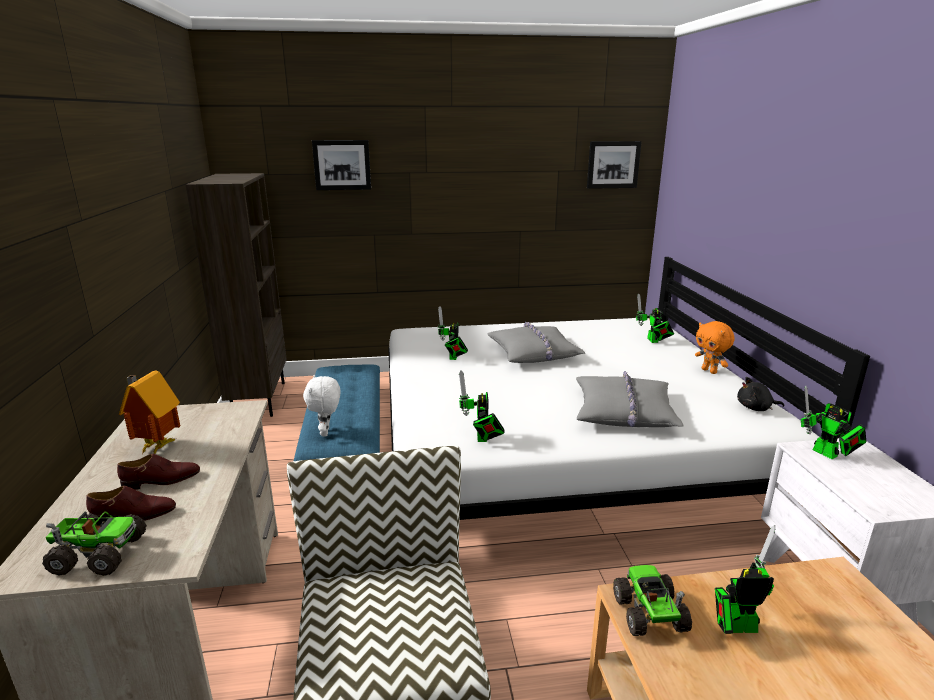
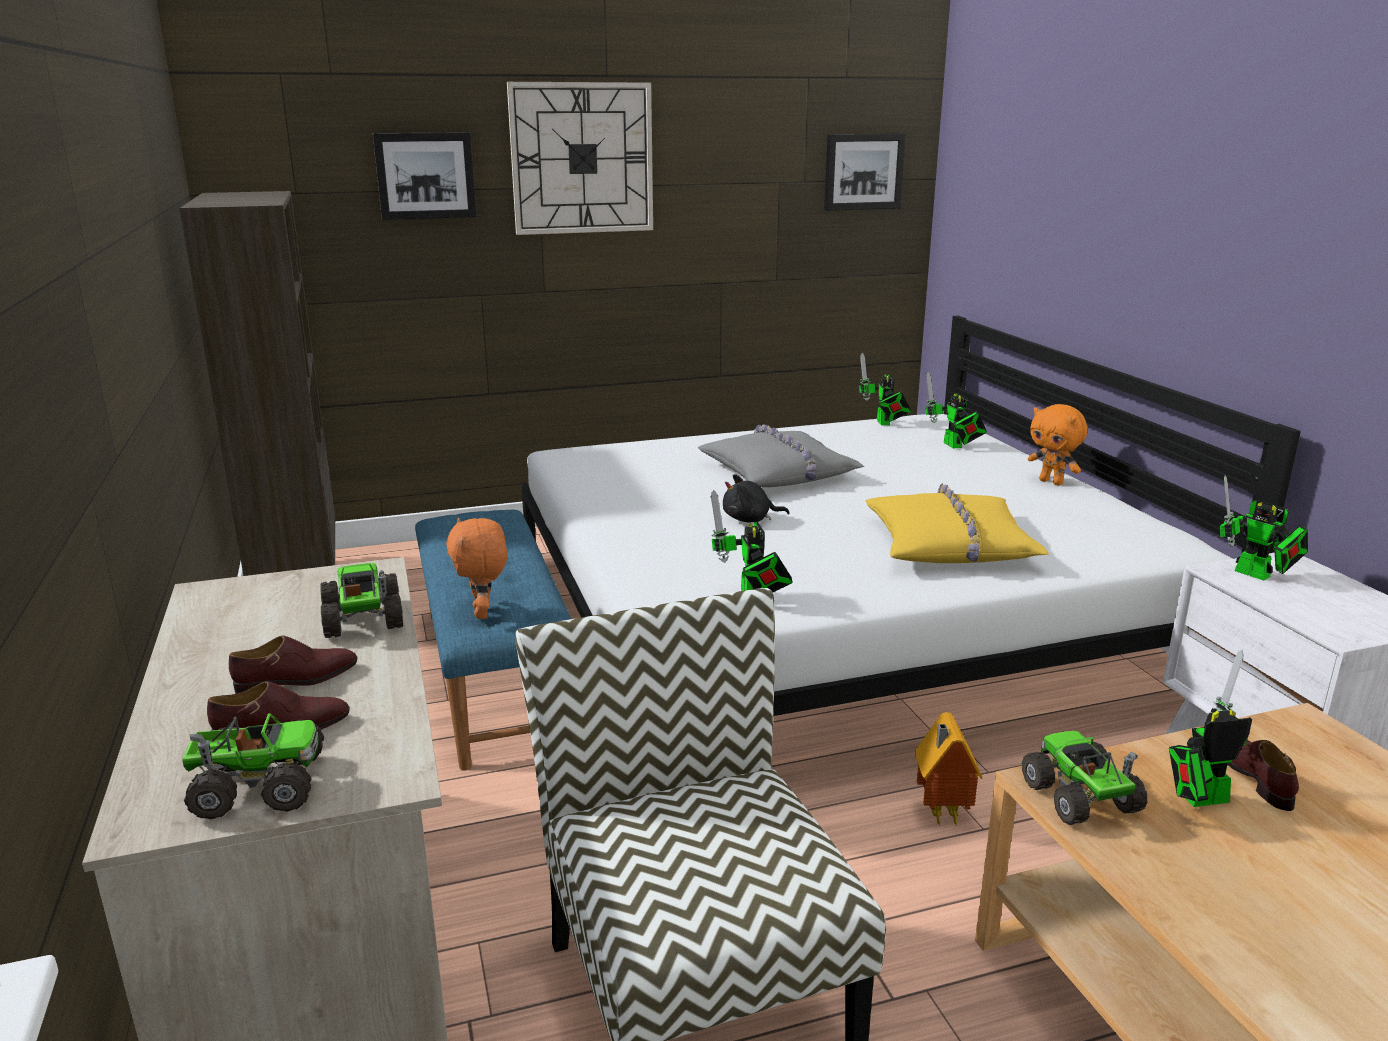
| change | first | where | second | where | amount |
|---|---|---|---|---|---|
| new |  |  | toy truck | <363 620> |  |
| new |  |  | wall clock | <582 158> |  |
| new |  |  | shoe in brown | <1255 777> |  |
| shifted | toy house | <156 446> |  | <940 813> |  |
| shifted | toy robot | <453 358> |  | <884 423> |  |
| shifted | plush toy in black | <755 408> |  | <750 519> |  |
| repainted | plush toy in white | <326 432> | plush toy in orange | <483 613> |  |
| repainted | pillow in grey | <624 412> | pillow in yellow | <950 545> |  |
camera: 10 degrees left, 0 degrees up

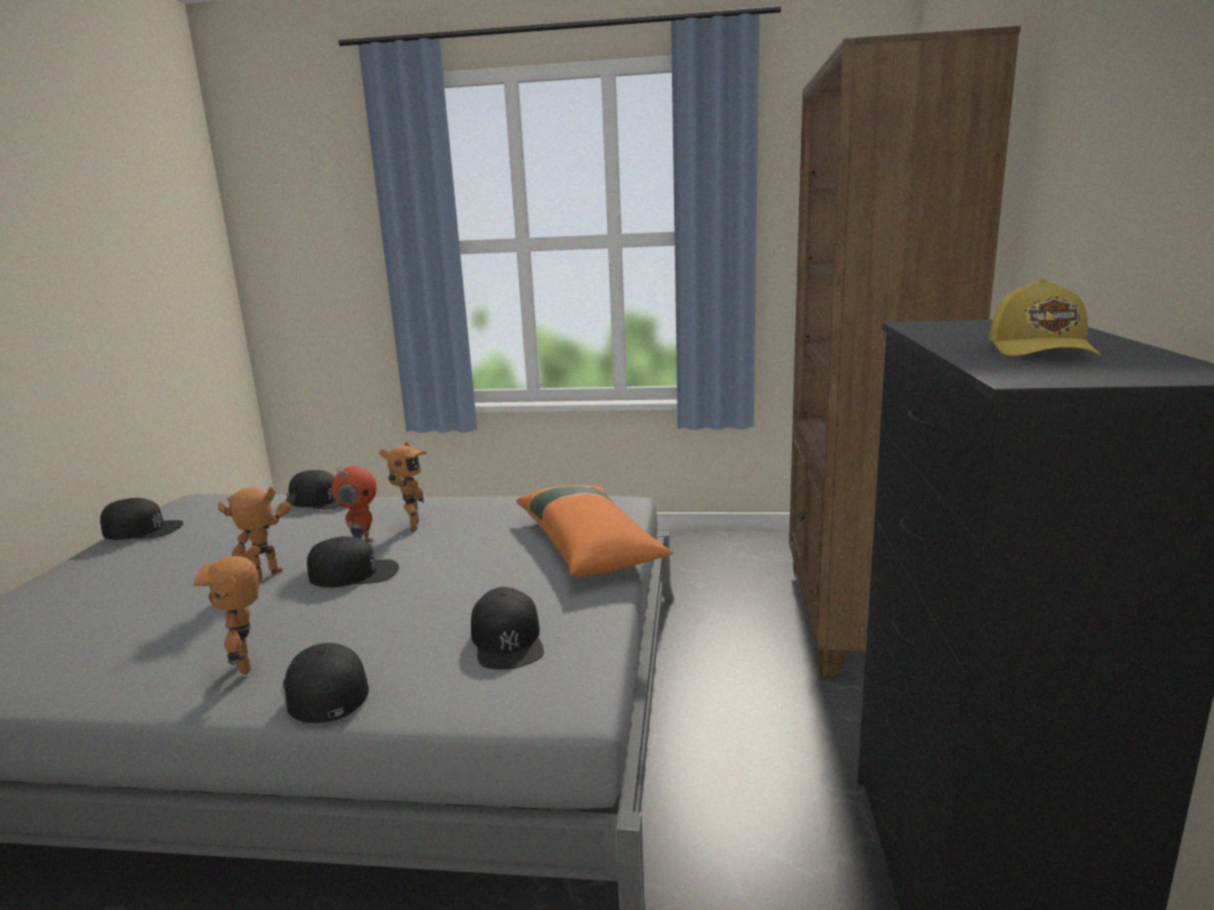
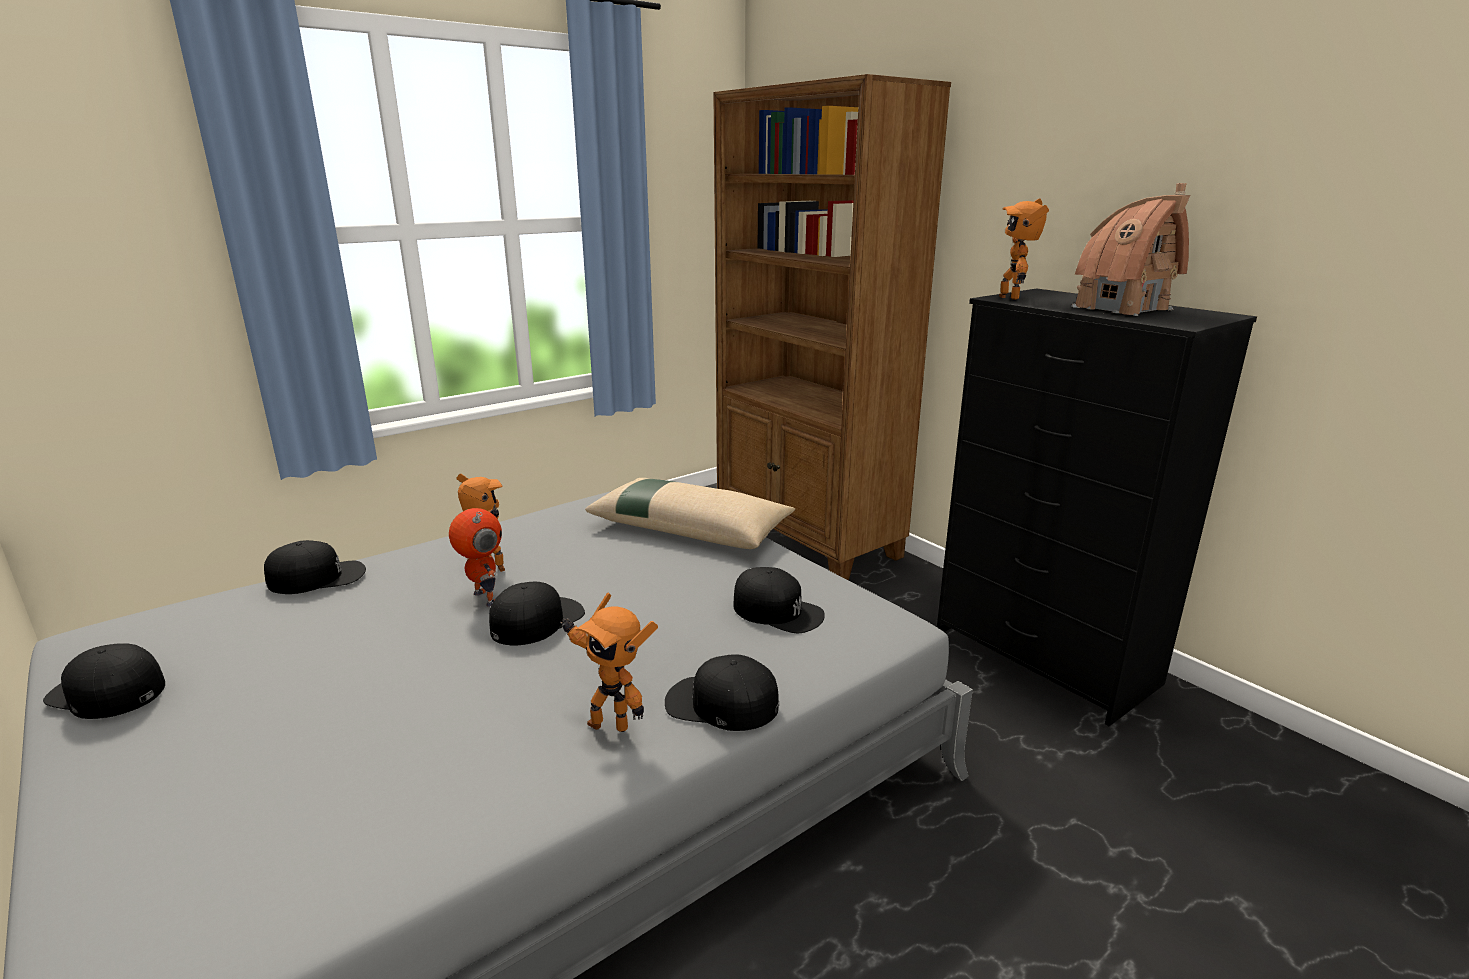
| change | first | where | second | where | amount |
|---|---|---|---|---|---|
| shifted | toy robot | <271 577> |  | <1012 298> |  |
| swapped | cap in yellow | <1043 349> | toy house | <1122 308> |  |
| repainted | pillow in orange | <588 544> | pillow in beige | <691 528> |  |
| rotated | cap in black | <143 529> |  | <106 691> | 120 degrees counterclockwise |
camera: 45 degrees left, 5 degrees up

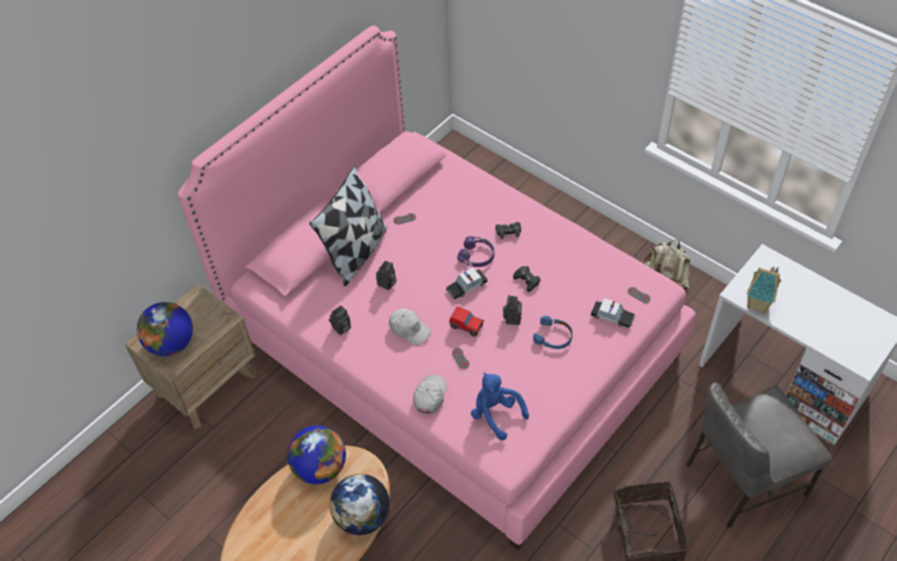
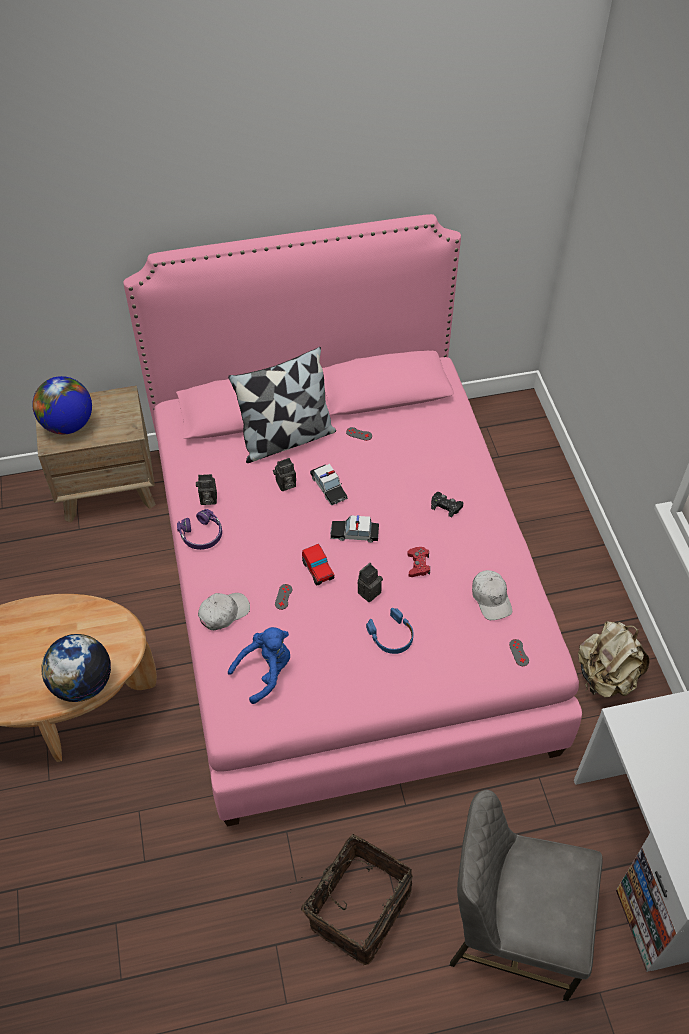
| change | first | where | second | where | amount |
|---|---|---|---|---|---|
| gone | globe | <320 468> |  |  |  |
| gone | toy house | <758 304> |  |  |  |
| shifted | cap in white | <409 329> |  | <491 598> |  |
| shifted | headphones in purple | <477 255> |  | <202 535> |  |
| shifted | toy car | <612 317> |  | <328 487> |  |
| repainted | game controller in black | <527 280> | game controller in red | <418 565> |  |
| rotated | plush toy in blue | <496 414> |  | <265 672> | 60 degrees clockwise |
camera: 35 degrees right, 0 degrees up

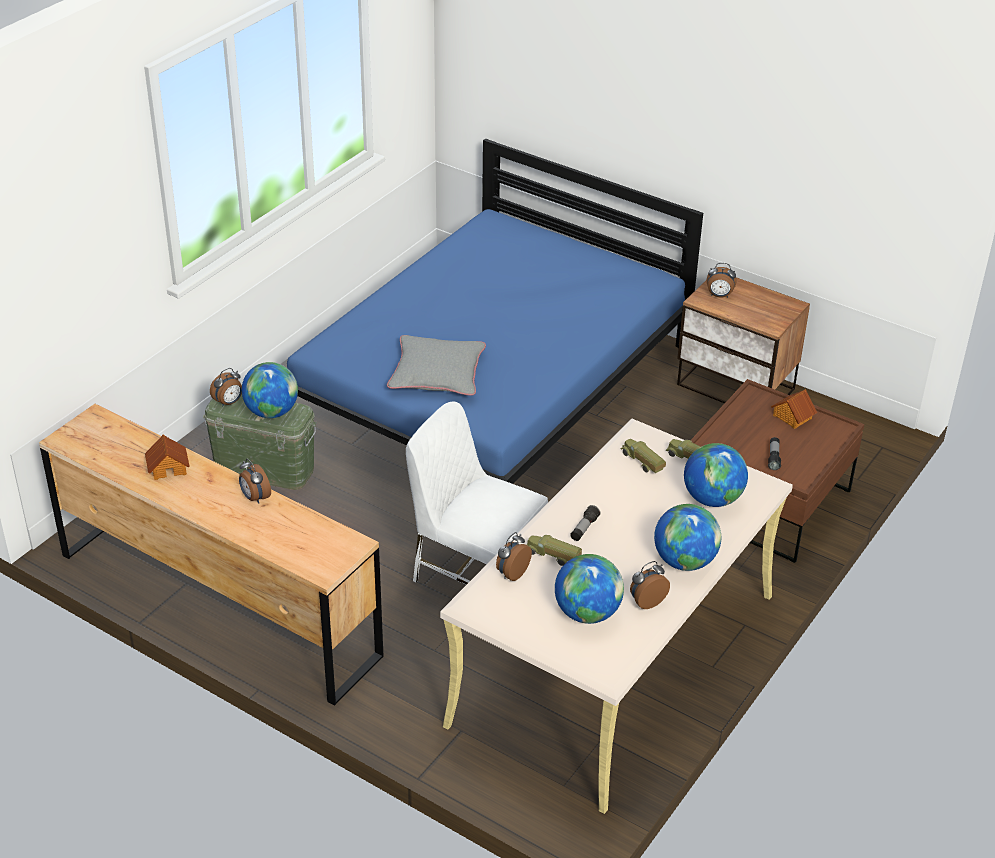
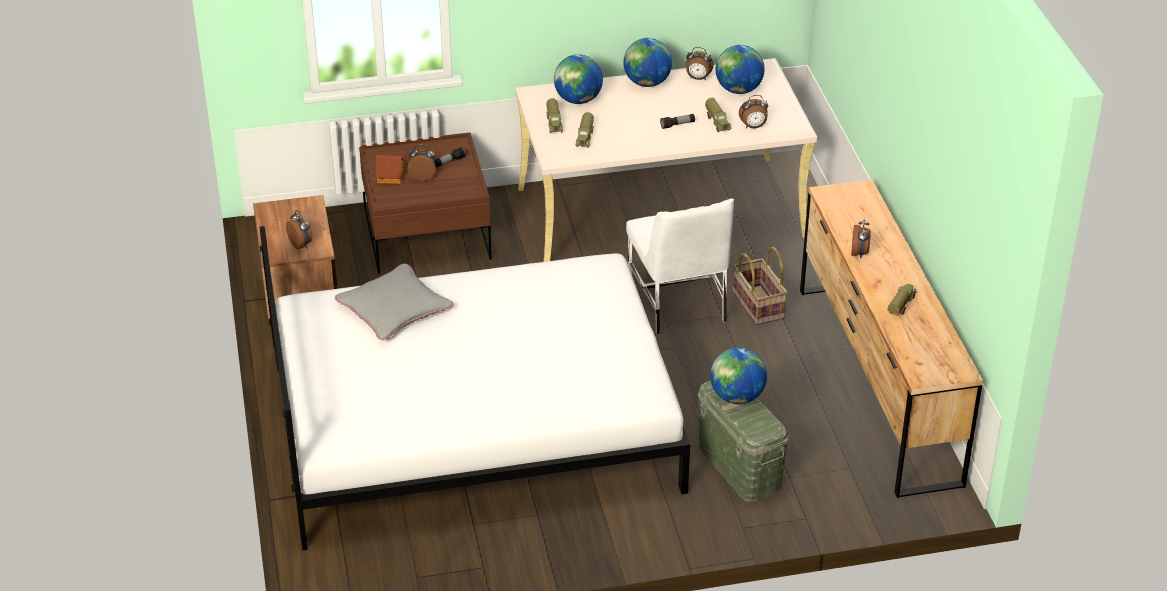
| change | first | where | second | where | amount |
|---|---|---|---|---|---|
| new |  |  | basket | <757 305> |  |
| shifted | alarm clock | <229 402> |  | <423 176> |  |
| shifted | pillow in grey | <437 373> |  | <394 309> |  |
| swapped | toy house | <168 467> | toy truck | <900 306> |  |
| repainted | bed in blue | <494 387> | bed in white | <472 424> |  |
camera: 135 degrees left, 0 degrees up

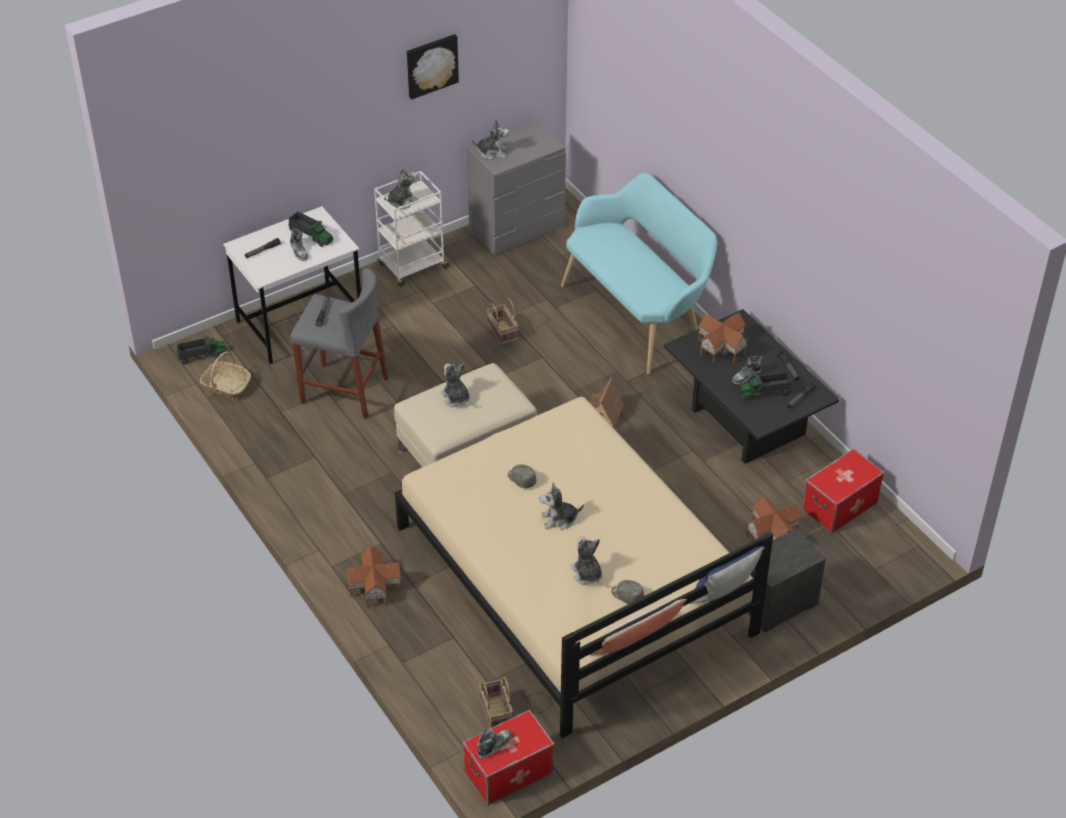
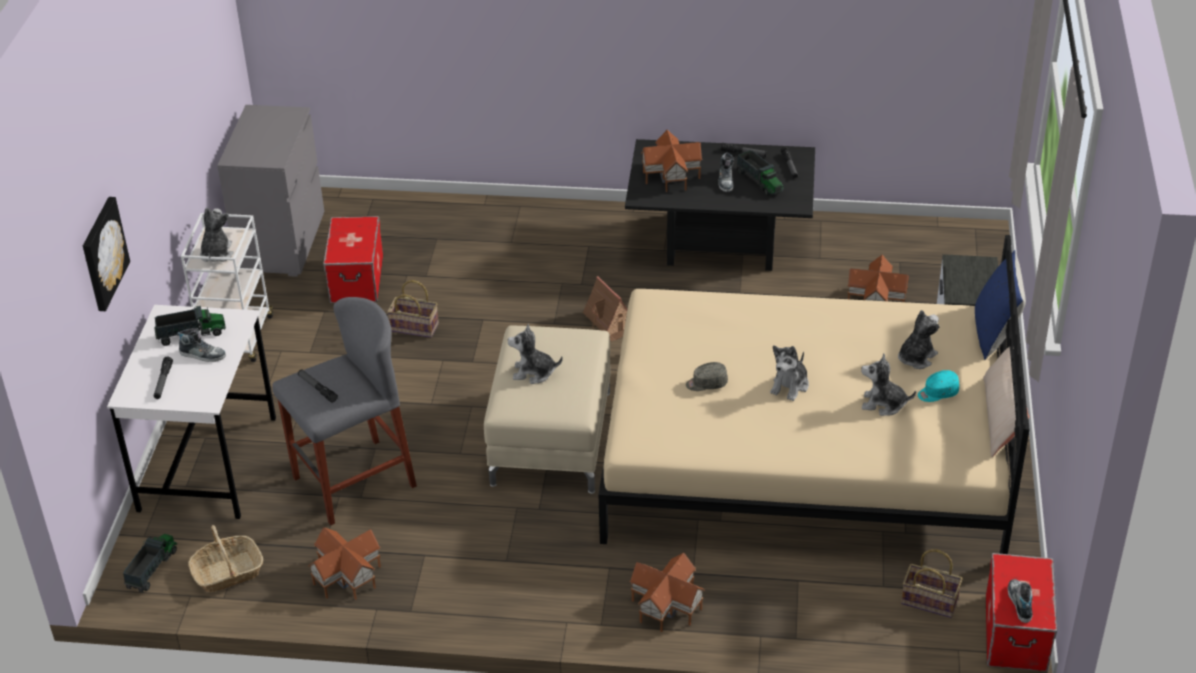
| change | first | where | second | where | amount |
|---|---|---|---|---|---|
| gone | bench in turquoise | <637 314> |  |  |  |
| new |  |  | toy house | <346 576> |  |
| shifted | picture | <431 65> |  | <102 253> |  |
| shifted | plush toy | <492 152> |  | <916 358> |  |
| shifted | storage box | <840 506> |  | <357 279> |  |
| repainted | cap in grey | <627 596> | cap in turquoise | <937 393> |  |
| rotated | toy truck | <765 393> |  | <759 181> | 60 degrees counterclockwise |
camera: 50 degrees left, 5 degrees down

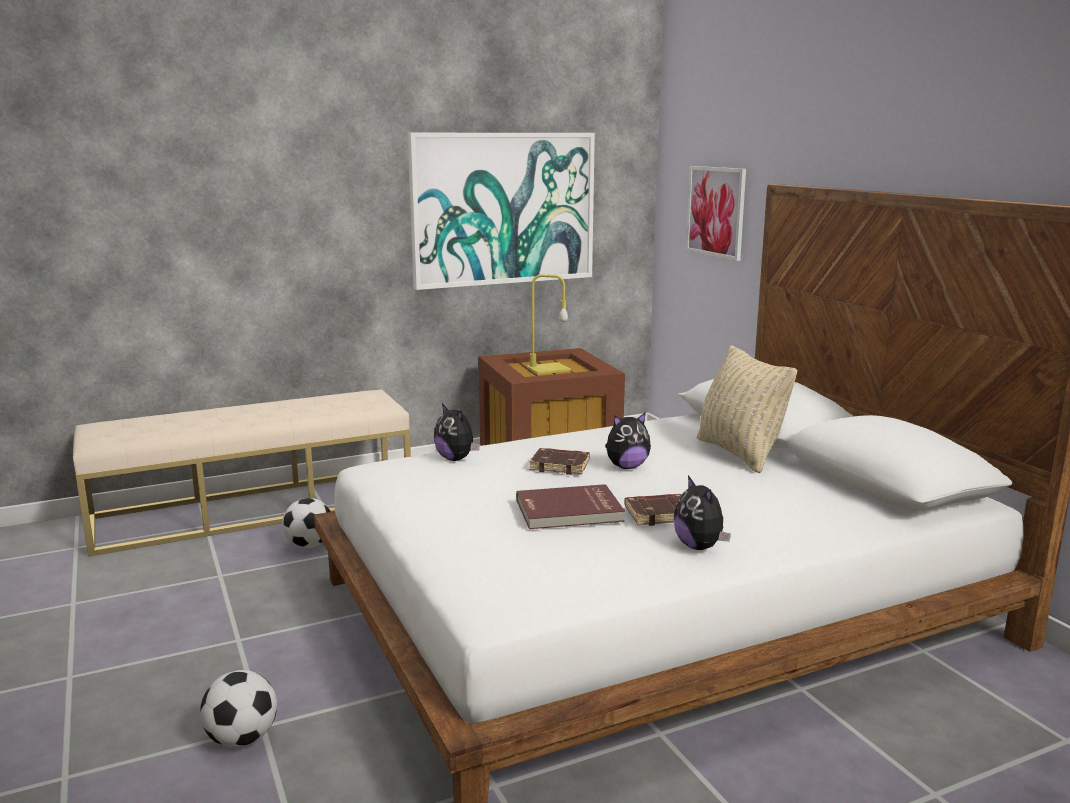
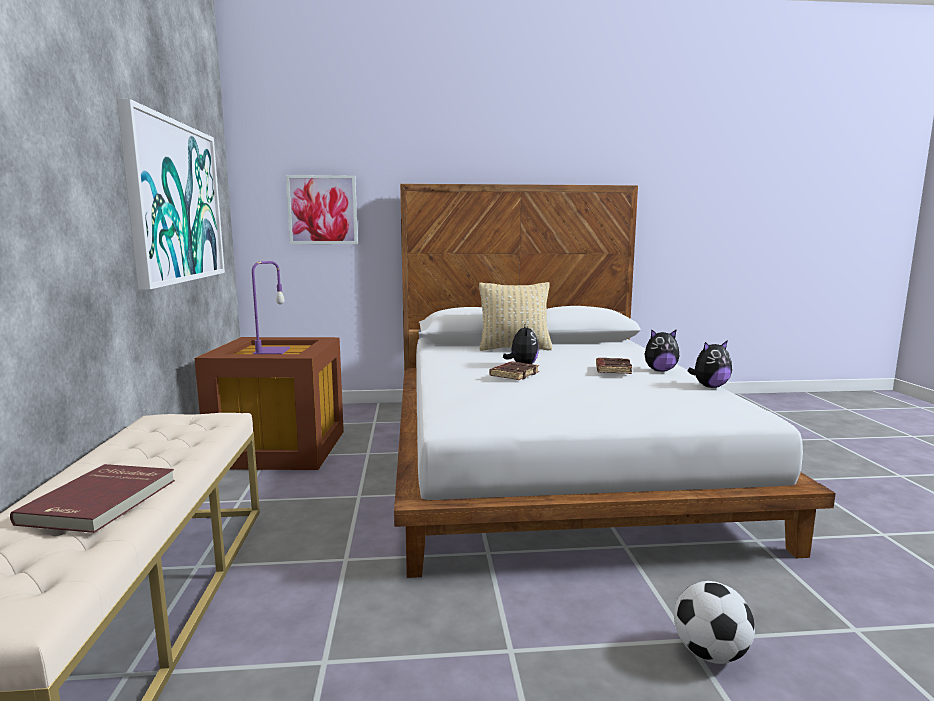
| change | first | where | second | where | amount |
|---|---|---|---|---|---|
| gone | football | <309 545> |  |  |  |
| shifted | plush toy | <456 459> |  | <709 386> |  |
| shifted | book in red | <569 511> |  | <102 501> |  |
| repainted | table lamp in yellow | <547 369> | table lamp in purple | <272 351> |  |
camera: 70 degrees left, 5 degrees down

